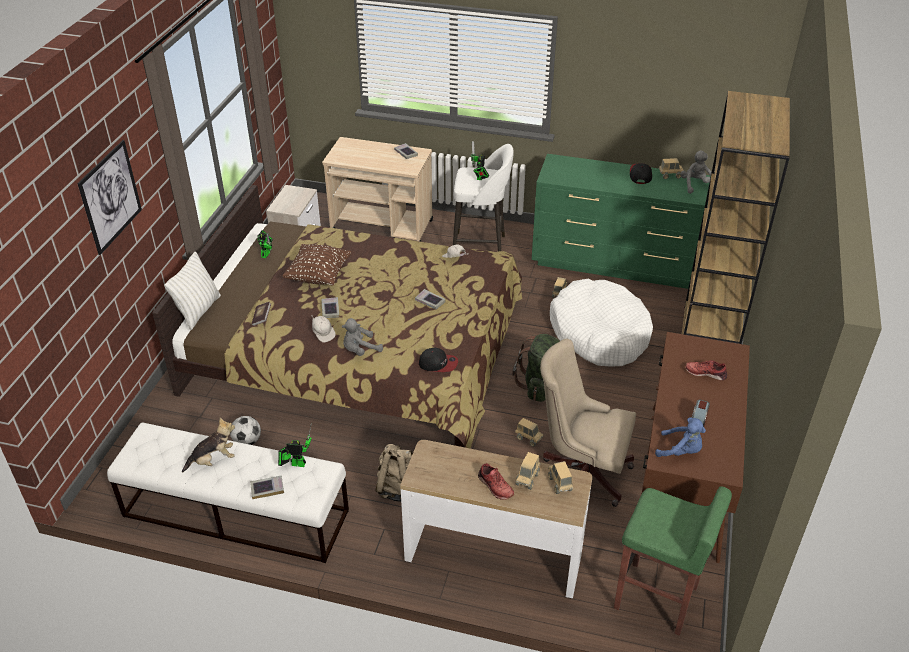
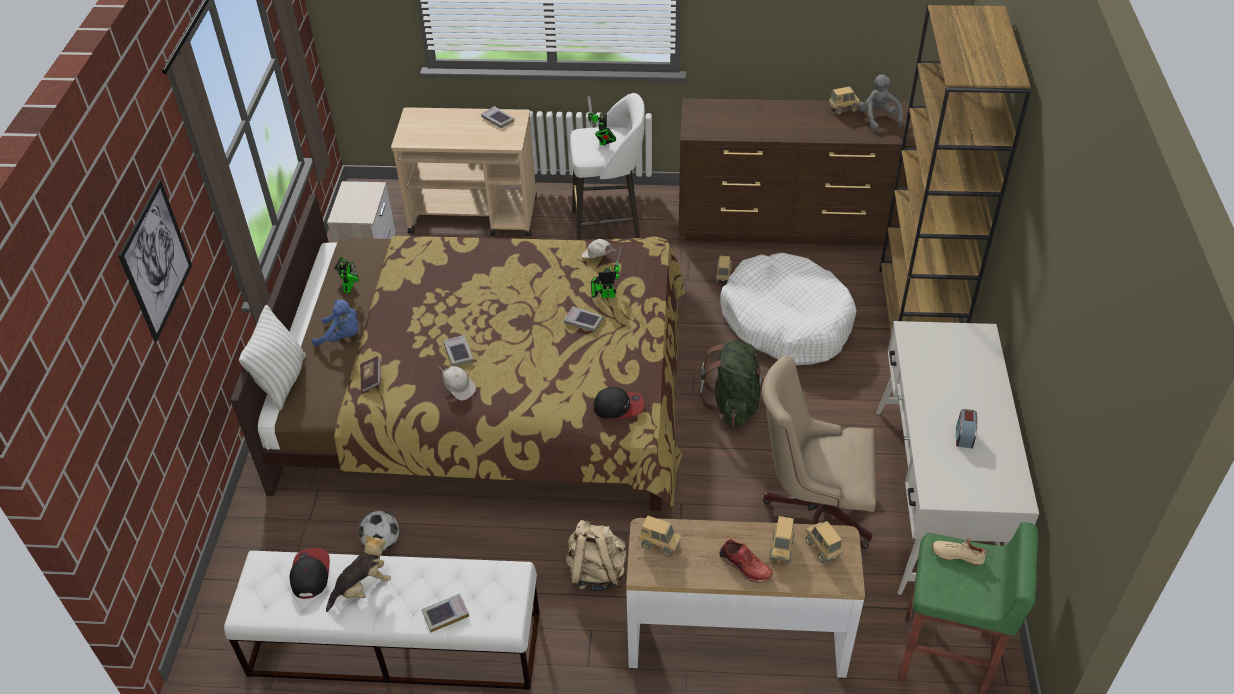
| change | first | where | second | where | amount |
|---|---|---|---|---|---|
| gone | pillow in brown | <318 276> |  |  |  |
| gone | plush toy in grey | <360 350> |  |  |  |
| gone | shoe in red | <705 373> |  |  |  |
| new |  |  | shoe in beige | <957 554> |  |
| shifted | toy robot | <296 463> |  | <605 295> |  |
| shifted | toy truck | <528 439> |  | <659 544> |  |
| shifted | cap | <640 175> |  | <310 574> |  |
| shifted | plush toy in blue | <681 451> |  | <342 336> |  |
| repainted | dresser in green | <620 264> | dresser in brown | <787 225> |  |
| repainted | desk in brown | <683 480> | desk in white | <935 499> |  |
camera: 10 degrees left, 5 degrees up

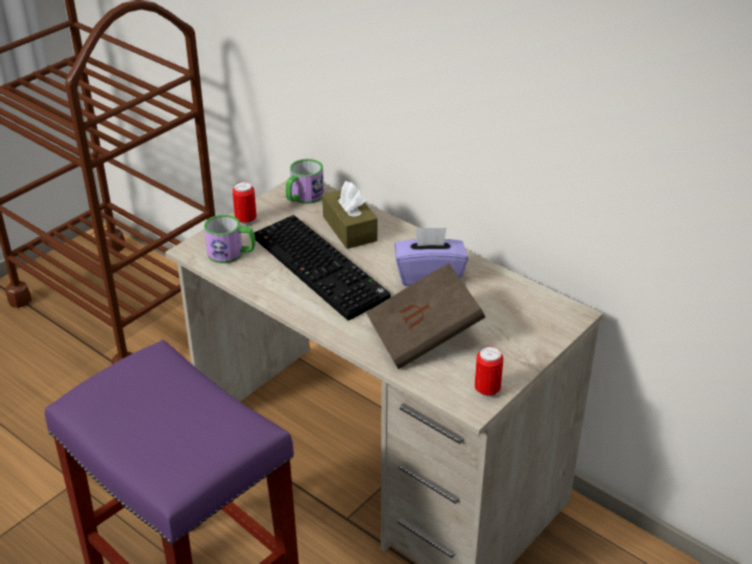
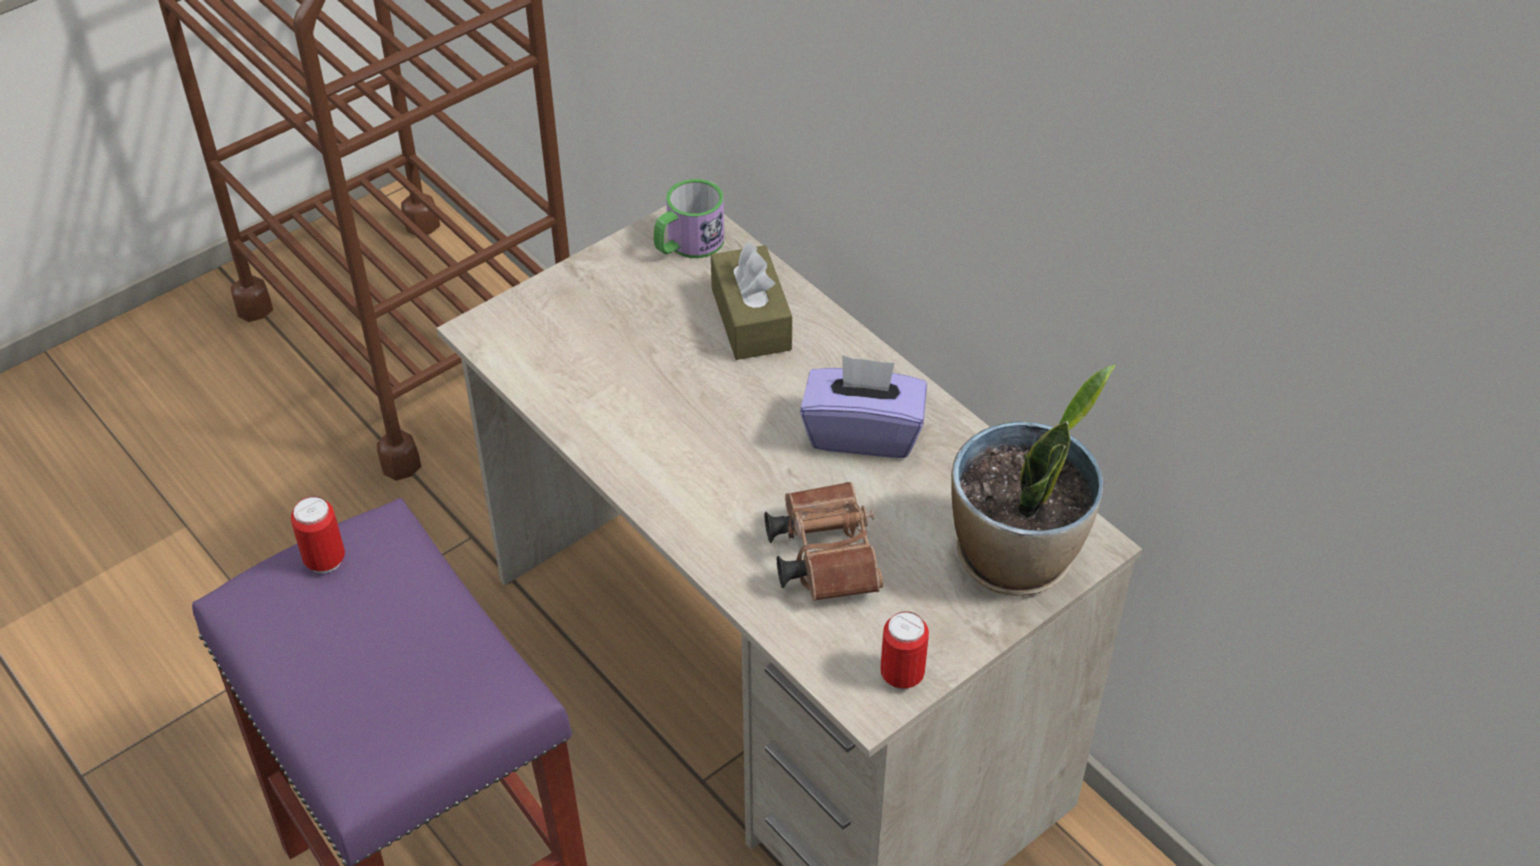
| change | first | where | second | where | amount |
|---|---|---|---|---|---|
| gone | mug | <231 253> |  |  |  |
| gone | keyboard | <322 267> |  |  |  |
| new |  |  | potted plant | <1015 558> |  |
| shifted | can | <246 220> |  | <325 560> |  |
| swapped | book in brown | <424 336> | binoculars in brown | <823 554> |  |
camera: 10 degrees right, 10 degrees up

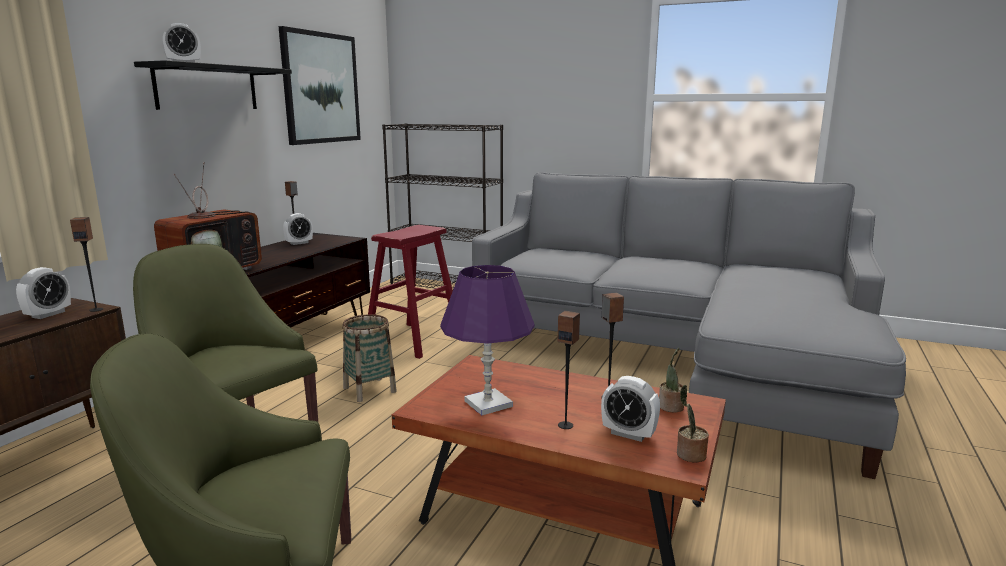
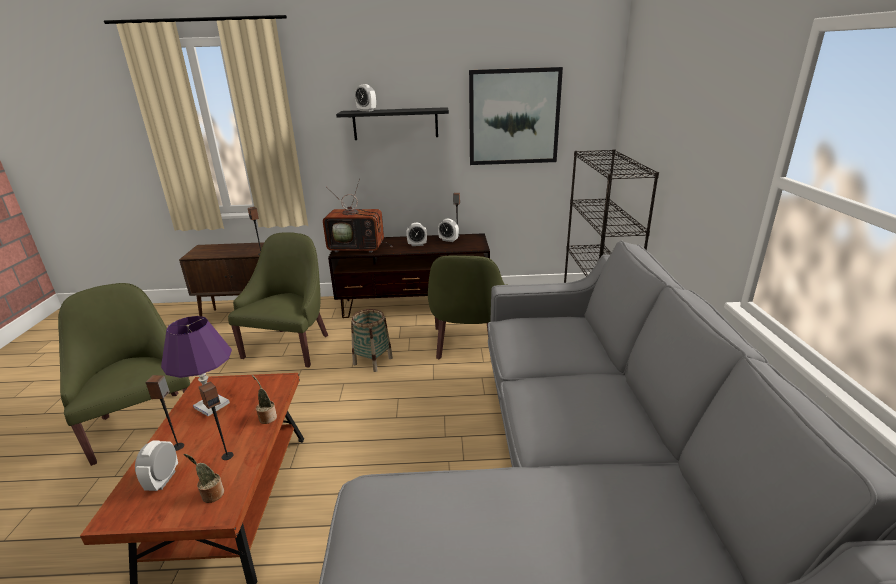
| change | first | where | second | where | amount |
|---|---|---|---|---|---|
| shifted | alarm clock | <48 314> |  | <417 244> |  |
| shifted | potted plant | <689 455> |  | <267 417> |  |
| swapped | stool in red | <414 340> | armchair in green | <468 344> |  |
camera: 65 degrees right, 10 degrees up

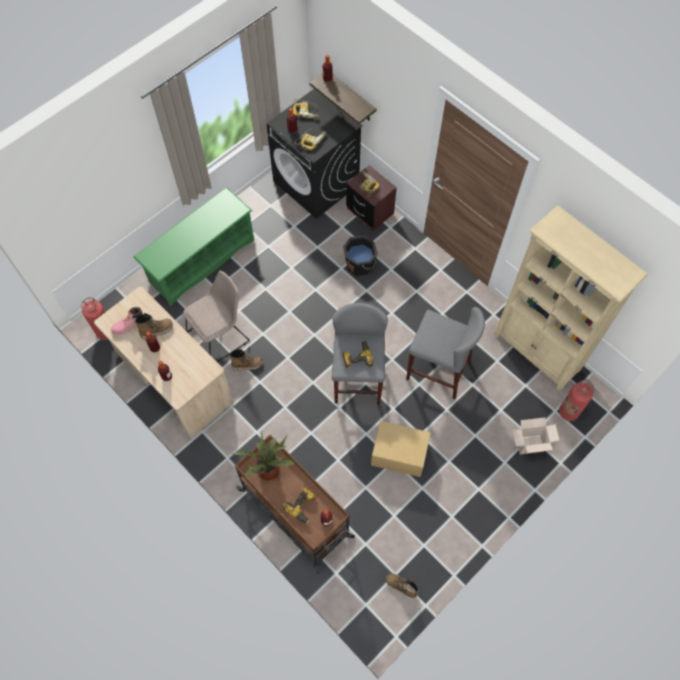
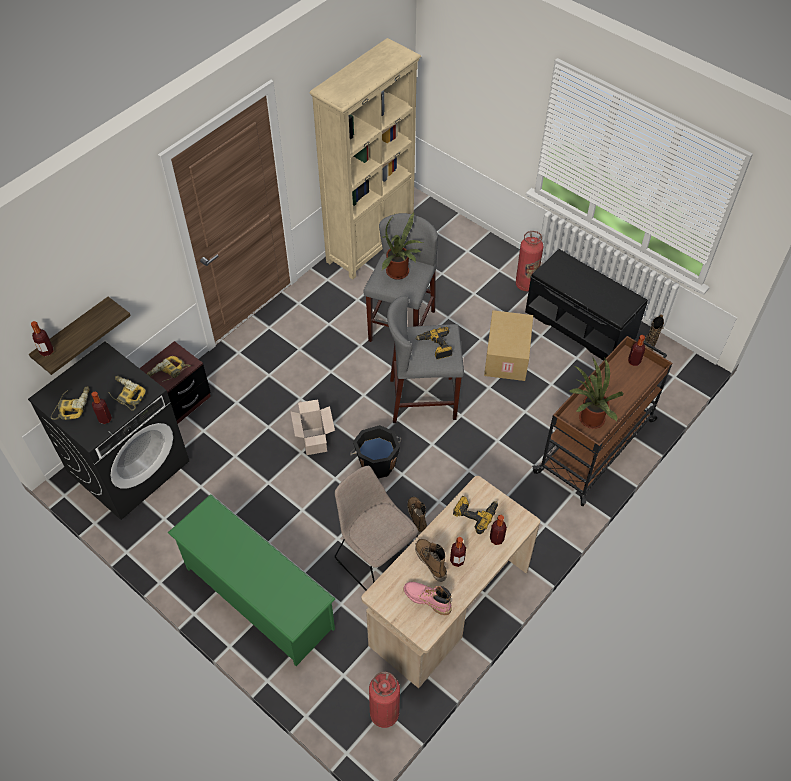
| change | first | where | second | where | amount |
|---|---|---|---|---|---|
| new |  |  | potted plant | <400 273> |  |
| new |  |  | bench in black | <580 324> |  |
| shifted | power drill | <303 506> |  | <475 514> |  |
| shifted | bucket in black | <360 264> |  | <377 463> |  |
| shifted | cardboard box | <529 445> |  | <315 442> |  |
| shifted | fire extinguisher | <568 412> |  | <526 284> |  |
| rotated | boot in pink | <129 326> |  | <427 599> | 150 degrees clockwise |
camera: 95 degrees left, 10 degrees down

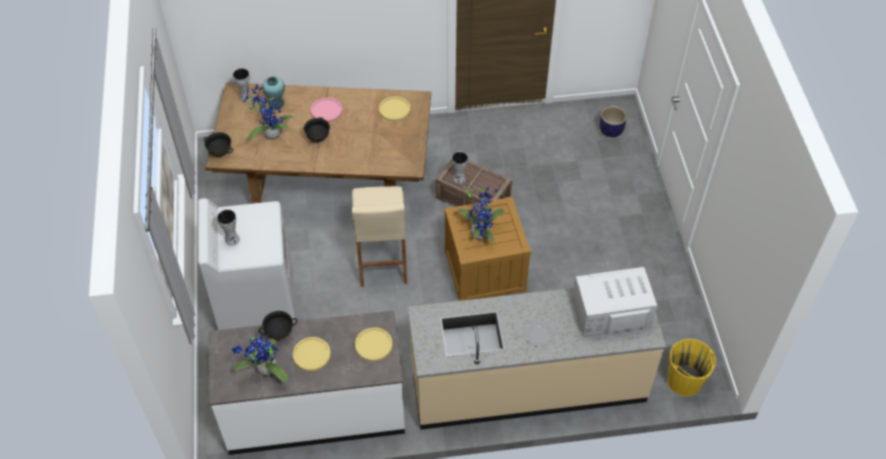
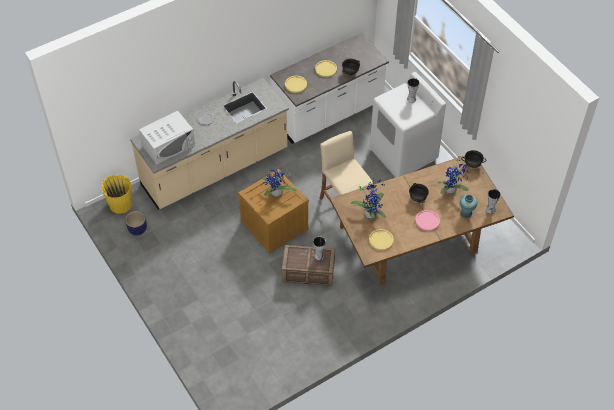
| change | first | where | second | where | amount |
|---|---|---|---|---|---|
| shifted | potted plant | <265 370> |  | <370 213> |  |
| shifted | planter | <611 130> |  | <137 229> |  |
camera: 155 degrees right, 0 degrees up

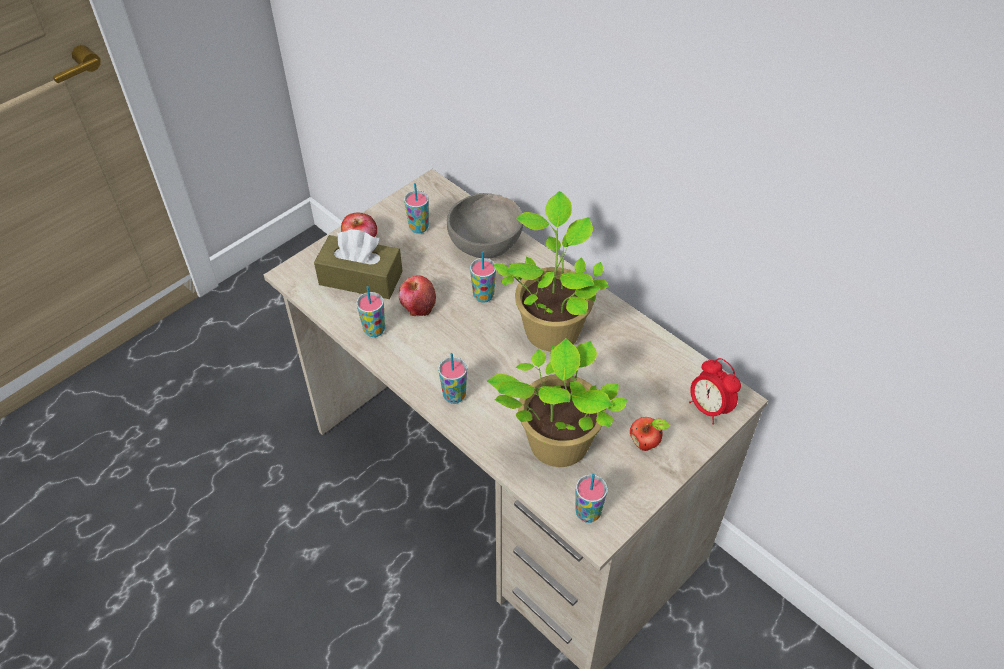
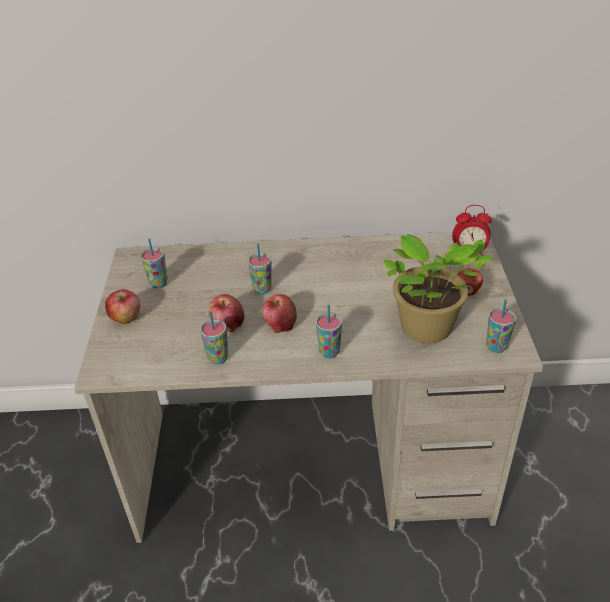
| change | first | where | second | where | amount |
|---|---|---|---|---|---|
| gone | tissue box in brown | <361 278> |  |  |  |
| gone | bowl in grey | <487 246> |  |  |  |
| gone | potted plant | <552 328> |  |  |  |
| new |  |  | apple | <280 324> |  |
camera: 45 degrees left, 10 degrees down

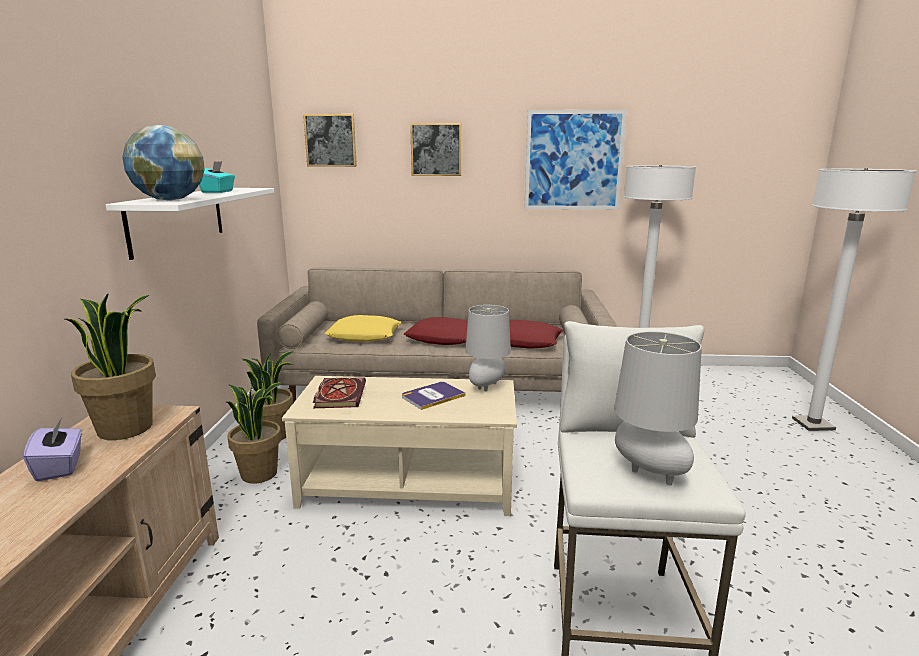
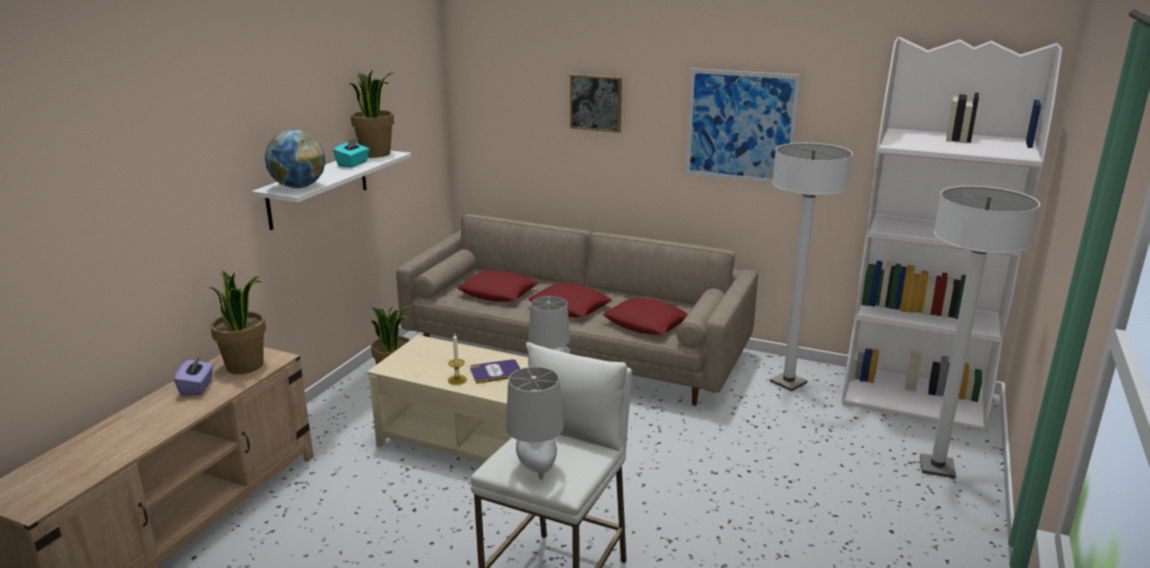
| change | first | where | second | where | amount |
|---|---|---|---|---|---|
| gone | picture | <330 140> |  |  |  |
| gone | book | <339 395> |  |  |  |
| new |  |  | candle | <457 379> |  |
| new |  |  | bookcase in white | <915 398> |  |
| shifted | potted plant | <260 473> |  | <376 154> |  |
| repainted | pillow in yellow | <364 335> | pillow in red | <498 293> |  |
camera: 20 degrees right, 5 degrees up

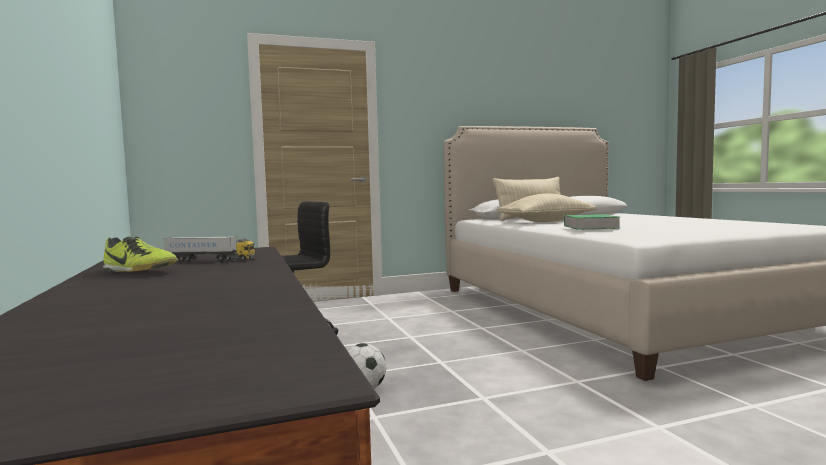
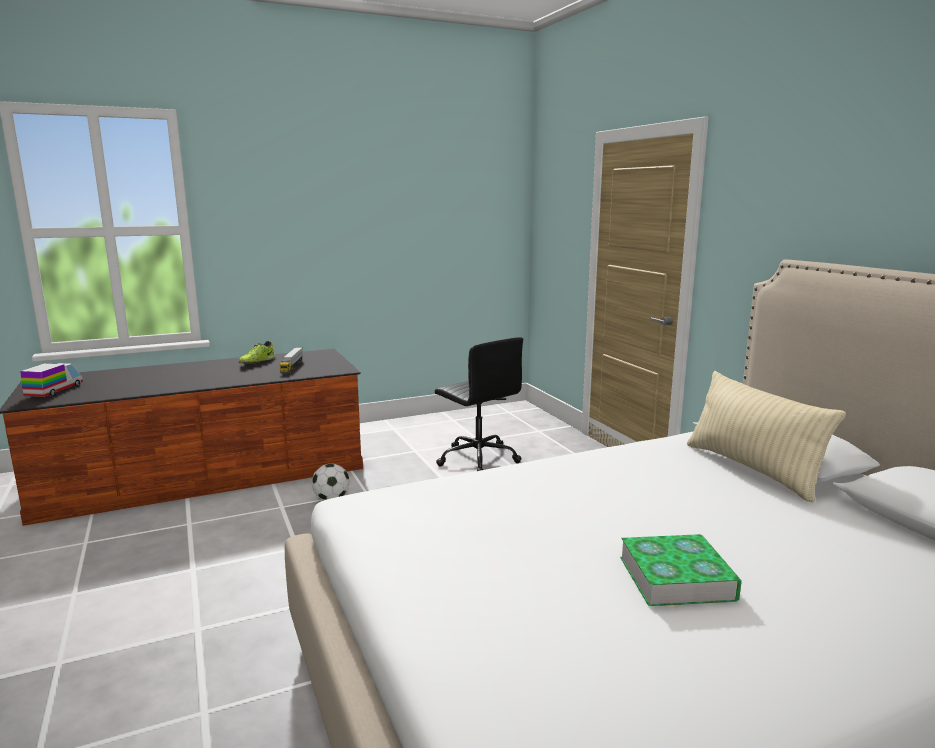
| change | first | where | second | where | amount |
|---|---|---|---|---|---|
| gone | pillow in beige | <546 221> |  |  |  |
| new |  |  | toy truck | <54 391> |  |
| shifted | book | <590 227> |  | <676 578> |  |
camera: 85 degrees right, 10 degrees up

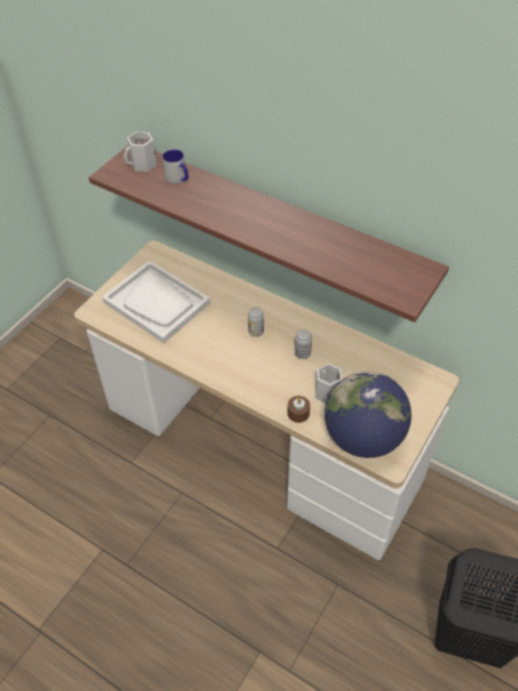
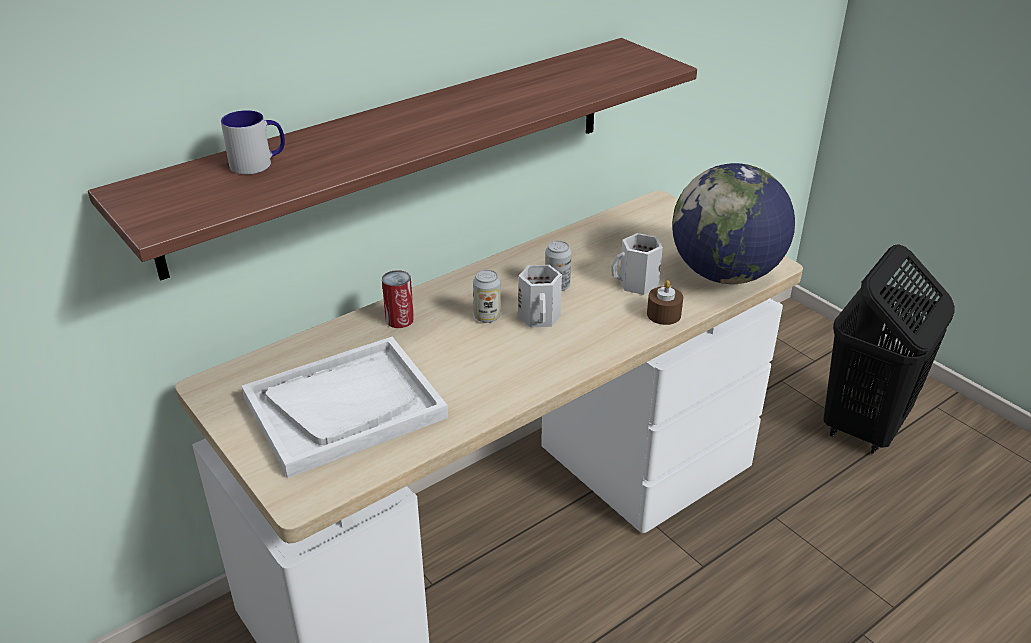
| change | first | where | second | where | amount |
|---|---|---|---|---|---|
| new |  |  | can | <399 319> |  |
| shifted | mug in white | <143 165> |  | <541 317> |  |
camera: 70 degrees left, 15 degrees down

